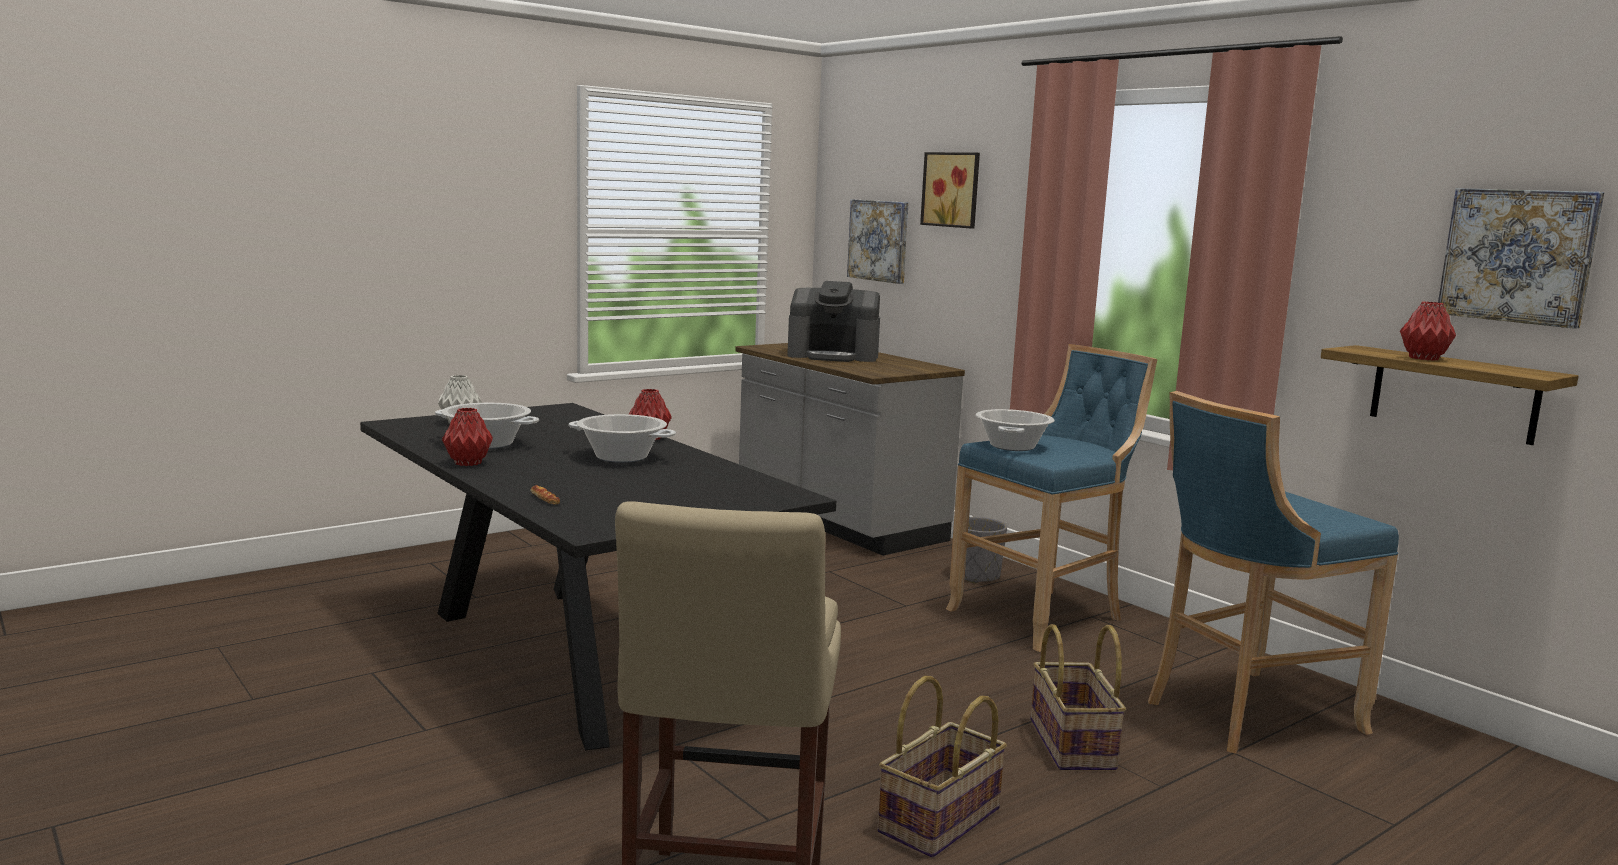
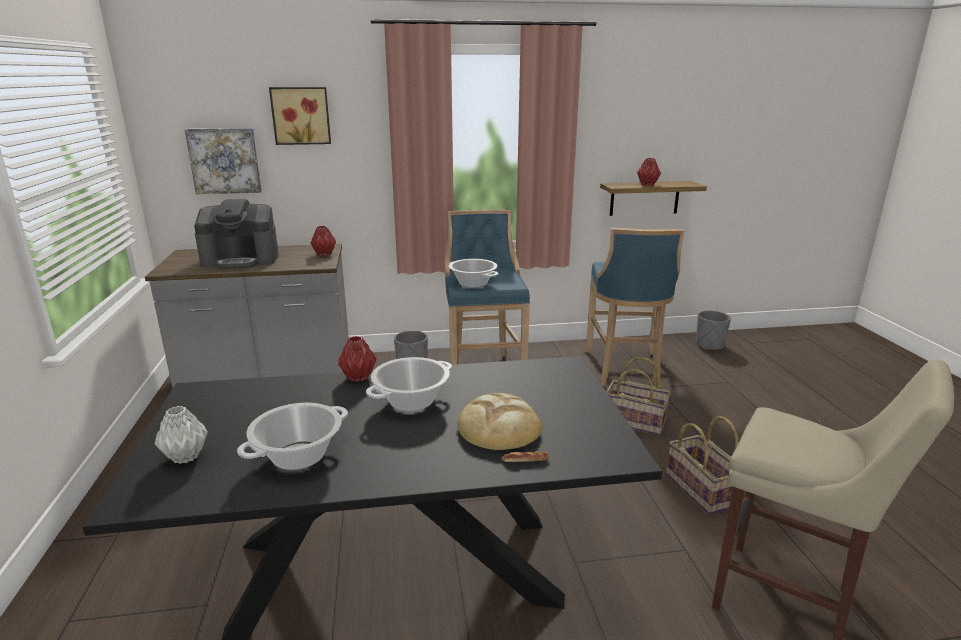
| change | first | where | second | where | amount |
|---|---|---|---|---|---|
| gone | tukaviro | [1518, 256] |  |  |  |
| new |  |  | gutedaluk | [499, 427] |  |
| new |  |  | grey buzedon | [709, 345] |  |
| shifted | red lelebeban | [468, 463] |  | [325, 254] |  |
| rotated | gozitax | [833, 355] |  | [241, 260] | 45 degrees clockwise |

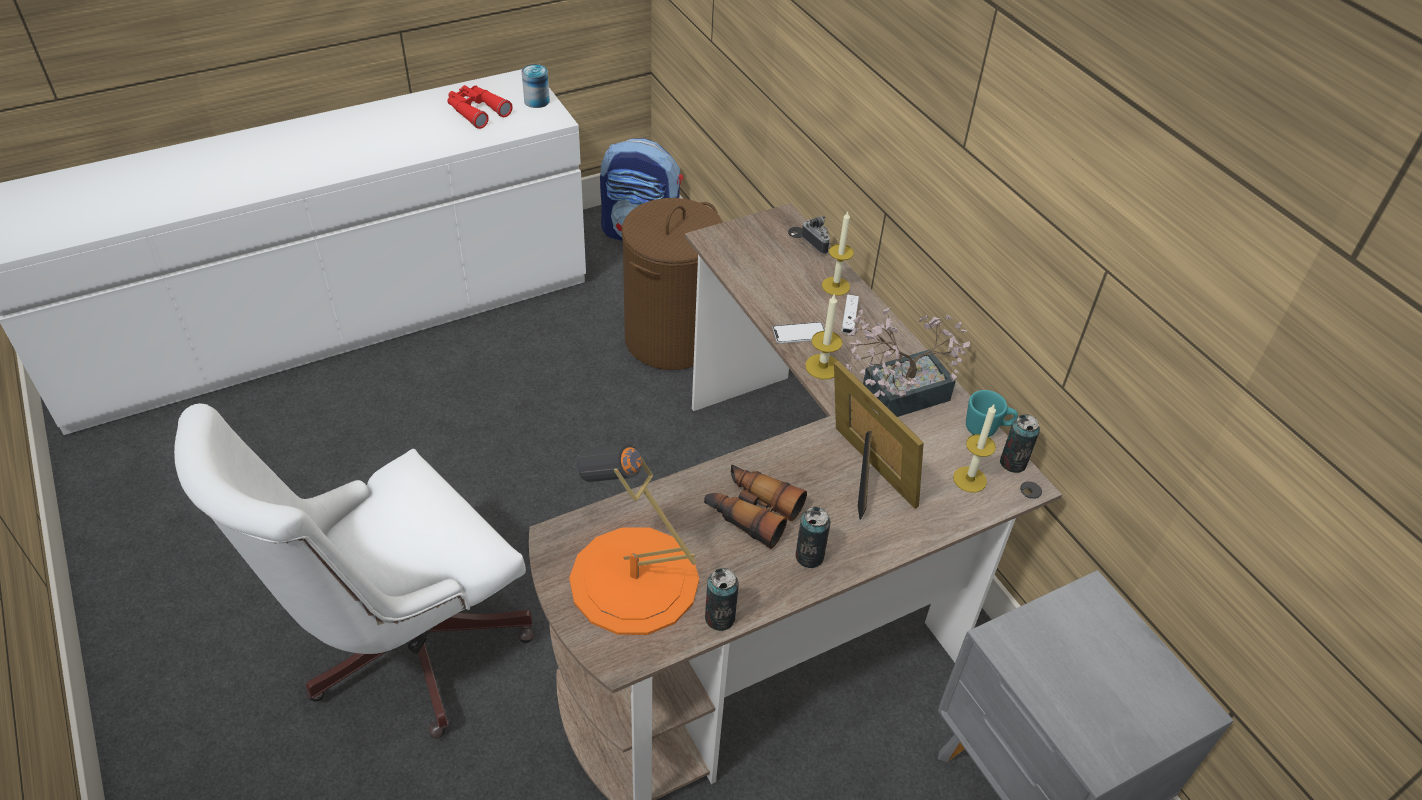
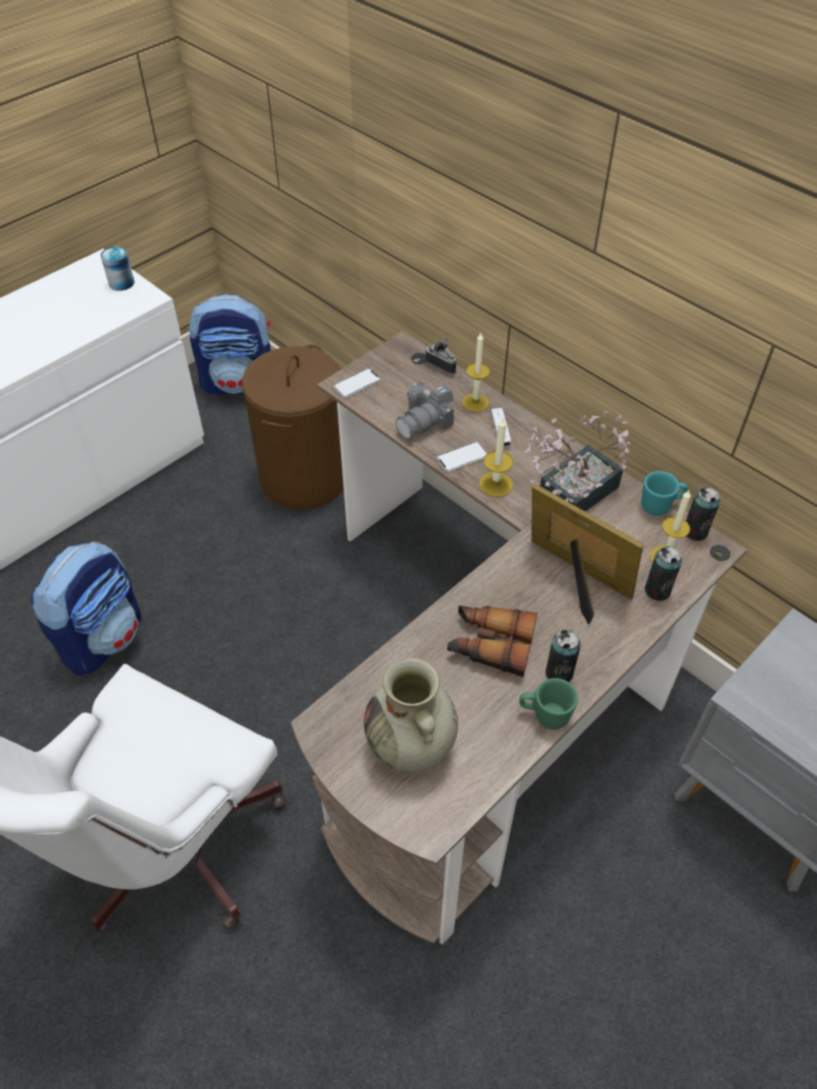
| change | first | where | second | where | amount |
|---|---|---|---|---|---|
| gone | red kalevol | [476, 111] |  |  |  |
| new |  |  | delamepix | [103, 637] |  |
| new |  |  | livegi | [357, 384] |  |
| new |  |  | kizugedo | [425, 422] |  |
| new |  |  | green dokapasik | [544, 715] |  |
| shifted | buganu | [720, 618] |  | [657, 590] |  |
| swapped | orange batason | [633, 580] | beige lelebeban | [411, 746] |  |

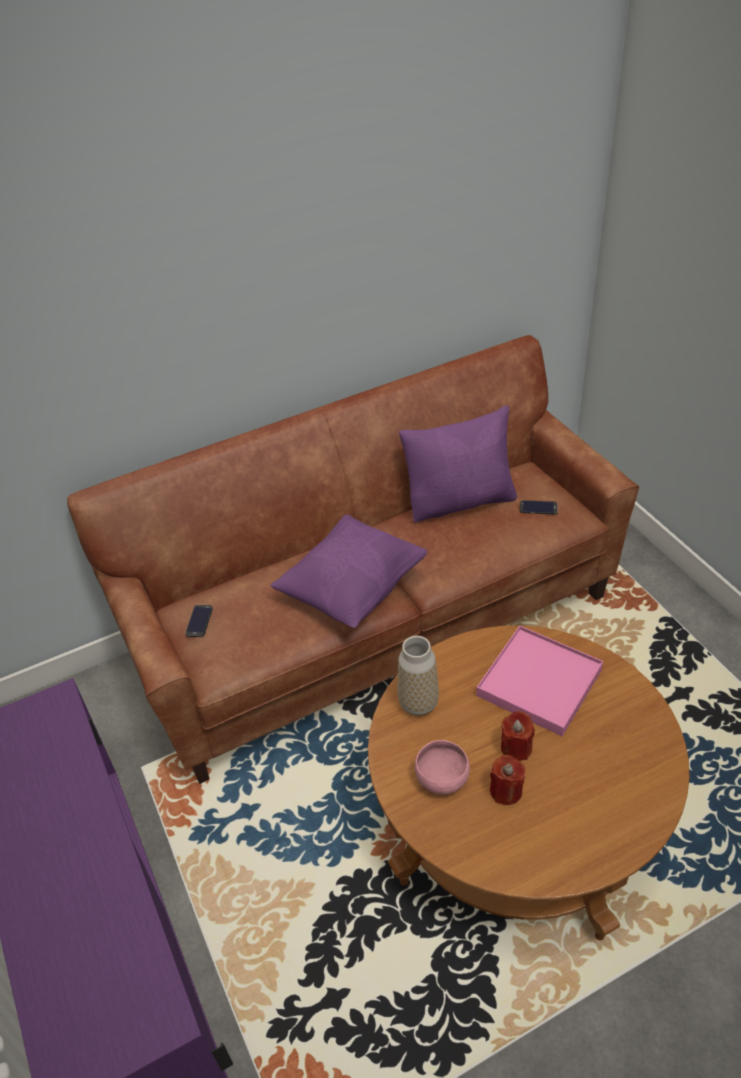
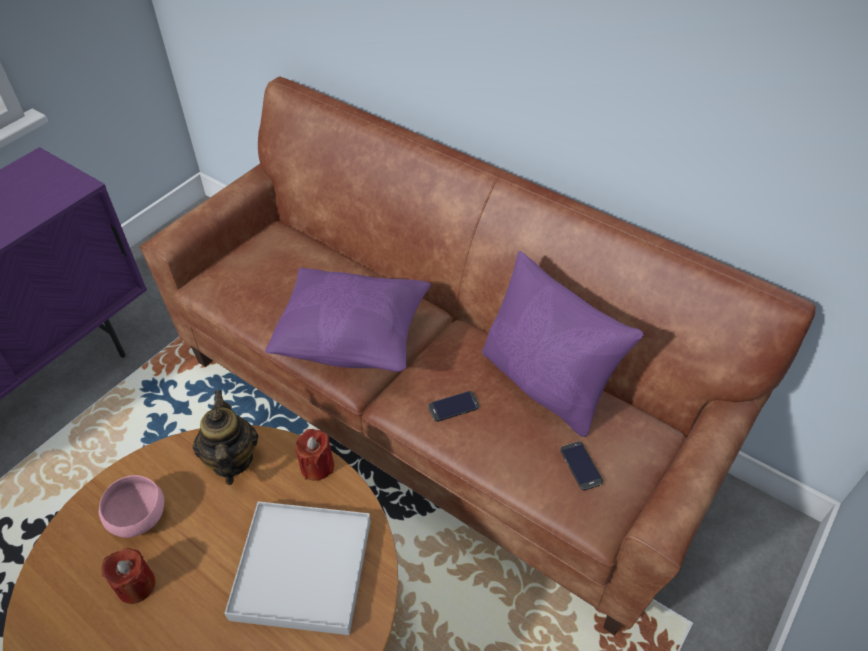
| change | first | where | second | where | amount |
|---|---|---|---|---|---|
| shifted | livegi | [199, 621] |  | [453, 406] |  |
| shifted | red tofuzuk | [516, 747] |  | [317, 466] |  |
| swapped | lelebeban | [418, 704] | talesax | [231, 460] |  |
| repainted | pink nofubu | [539, 682] | white nofubu | [303, 568] |  |

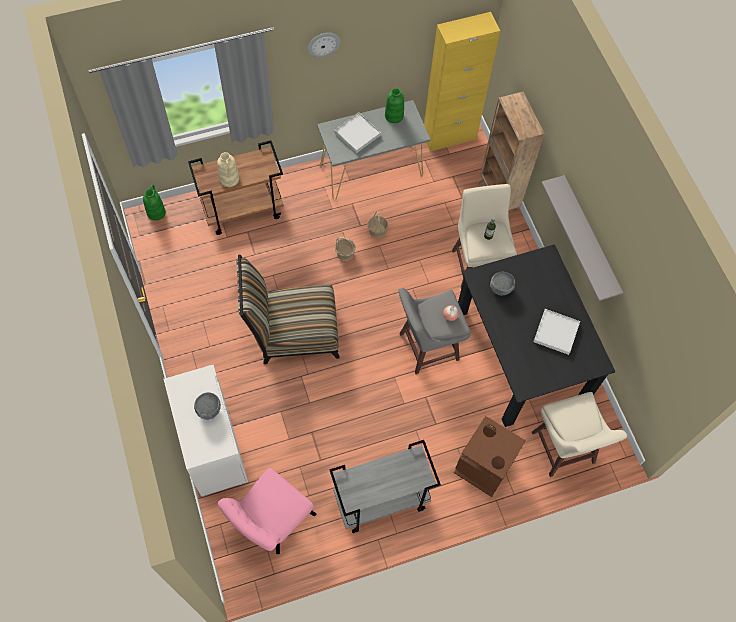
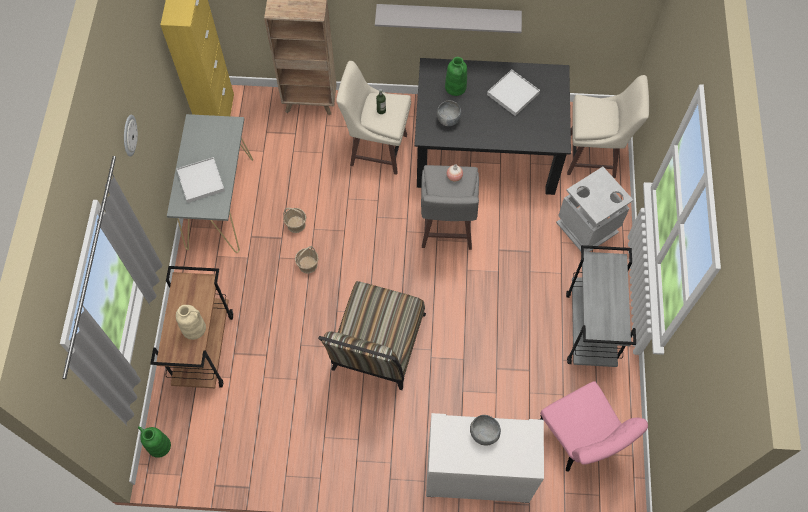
| change | first | where | second | where | amount |
|---|---|---|---|---|---|
| shifted | green lelebeban | [394, 116] |  | [456, 87] |  |
| repainted | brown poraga | [483, 466] | grey poraga | [586, 227] |  |

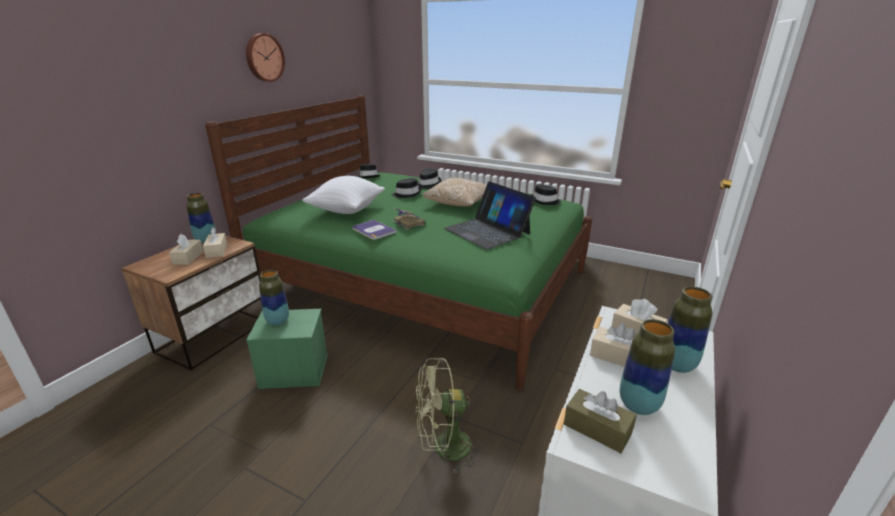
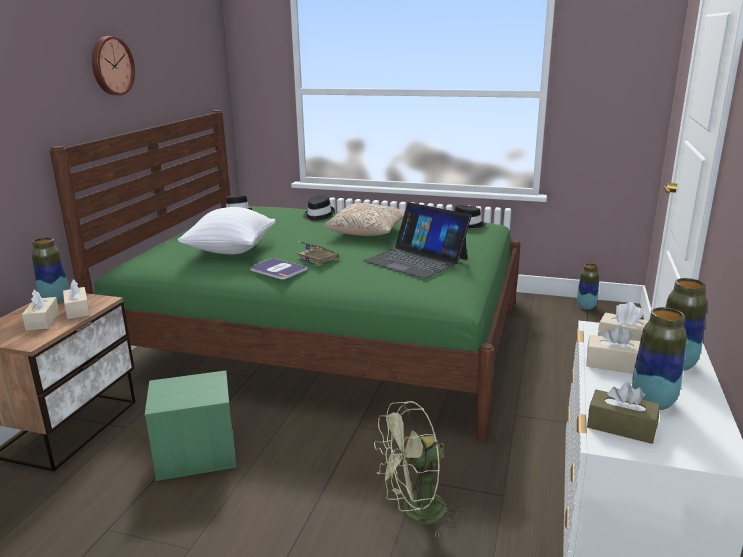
| change | first | where | second | where | amount |
|---|---|---|---|---|---|
| gone | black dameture | [407, 194] |  |  |  |
| shifted | lelebeban | [278, 321] |  | [586, 307] |  |

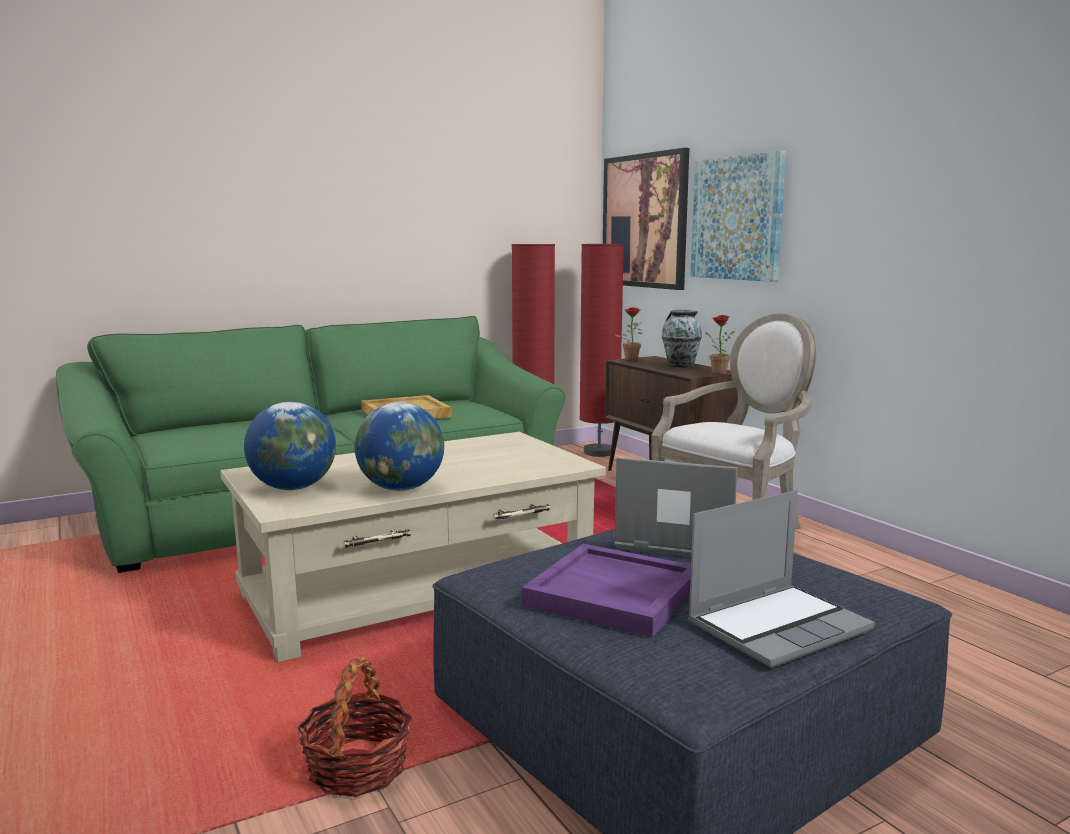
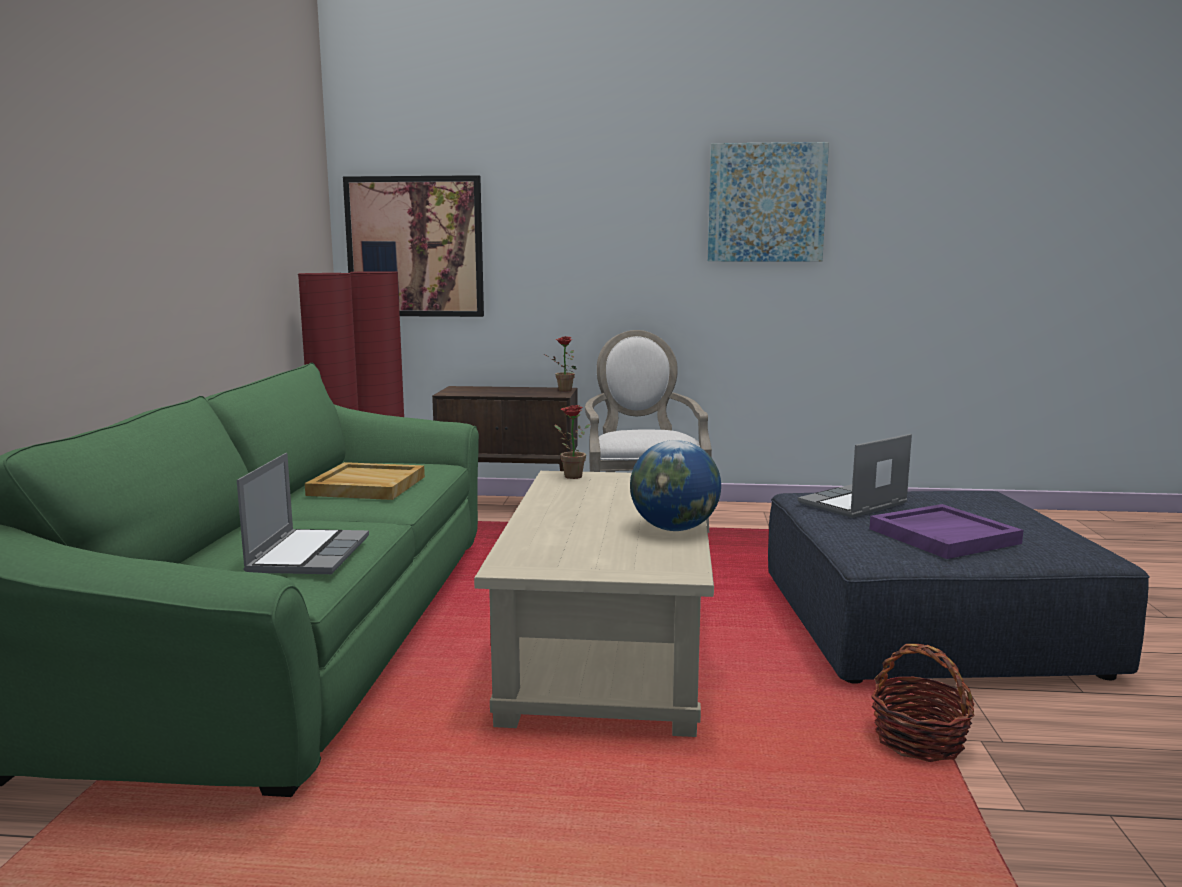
| change | first | where | second | where | amount |
|---|---|---|---|---|---|
| gone | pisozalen | [293, 488] |  |  |  |
| gone | lelebeban | [680, 365] |  |  |  |
| shifted | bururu | [630, 359] |  | [569, 476] |  |
| shifted | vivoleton | [778, 626] |  | [308, 554] |  |
| shifted | tukaviro | [737, 218] |  | [766, 203] |  |

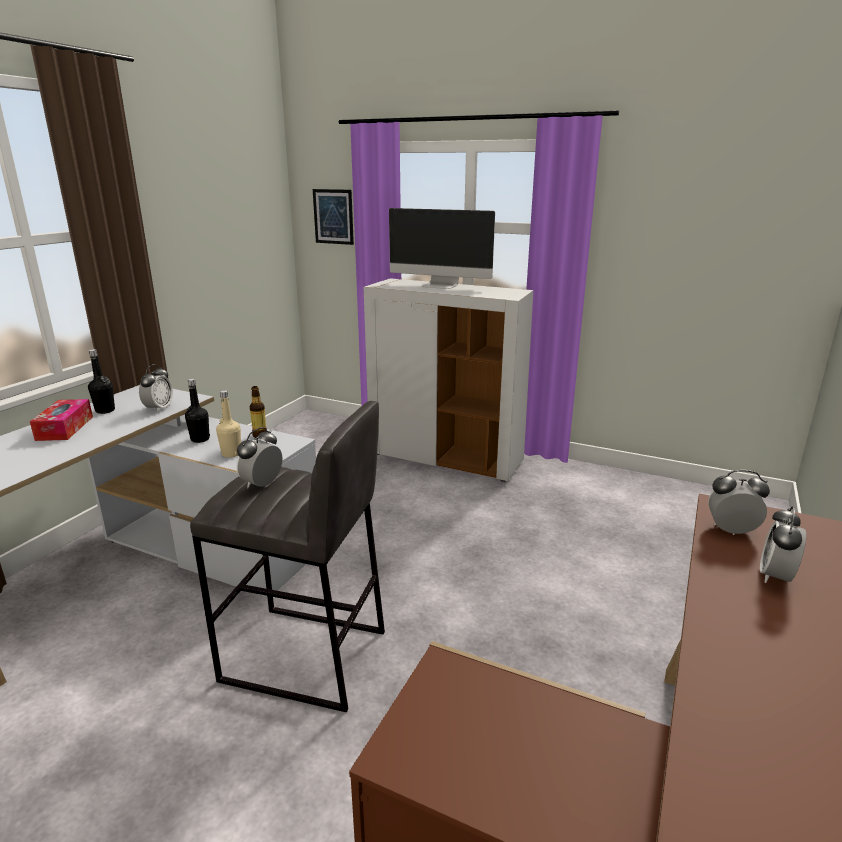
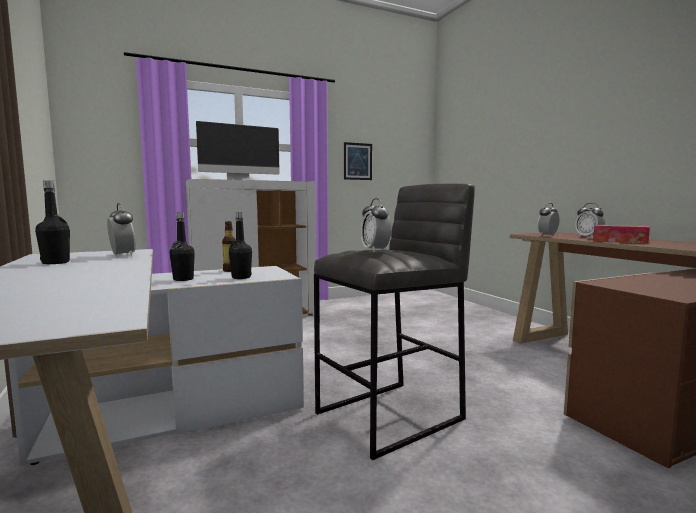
| change | first | where | second | where | amount |
|---|---|---|---|---|---|
| shifted | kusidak | [65, 428] |  | [620, 241] |  |
| shifted | tukaviro | [333, 216] |  | [357, 161] |  |
| repainted | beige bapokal | [231, 454] | black bapokal | [241, 277] |  |

